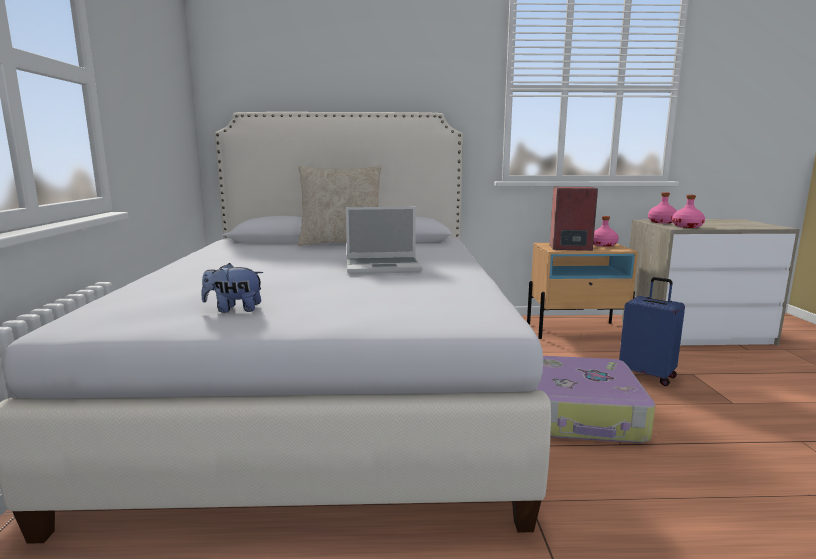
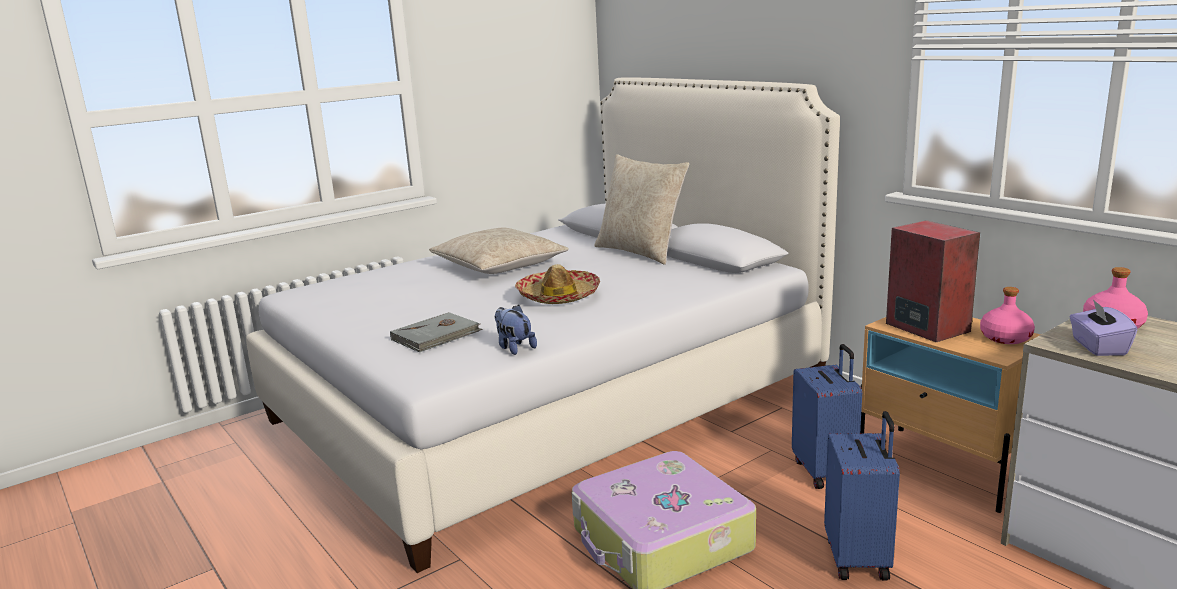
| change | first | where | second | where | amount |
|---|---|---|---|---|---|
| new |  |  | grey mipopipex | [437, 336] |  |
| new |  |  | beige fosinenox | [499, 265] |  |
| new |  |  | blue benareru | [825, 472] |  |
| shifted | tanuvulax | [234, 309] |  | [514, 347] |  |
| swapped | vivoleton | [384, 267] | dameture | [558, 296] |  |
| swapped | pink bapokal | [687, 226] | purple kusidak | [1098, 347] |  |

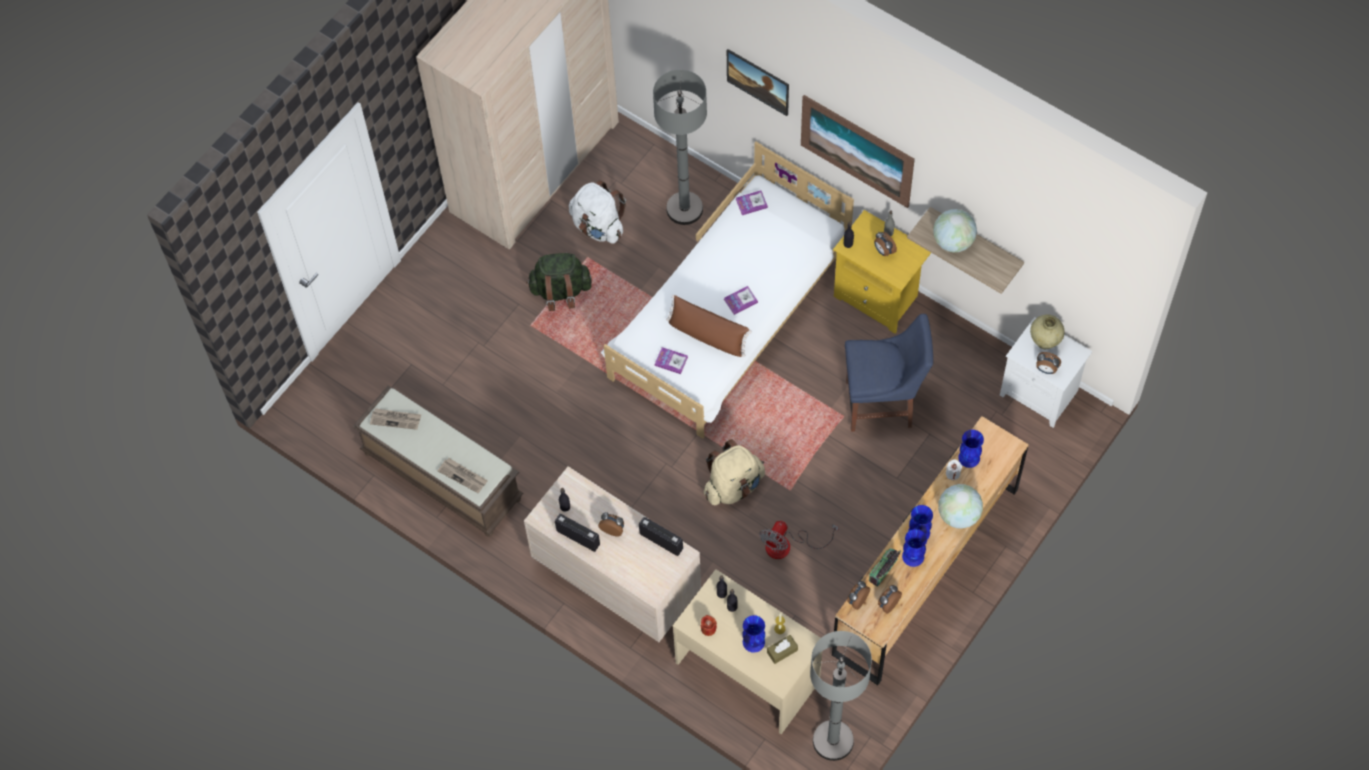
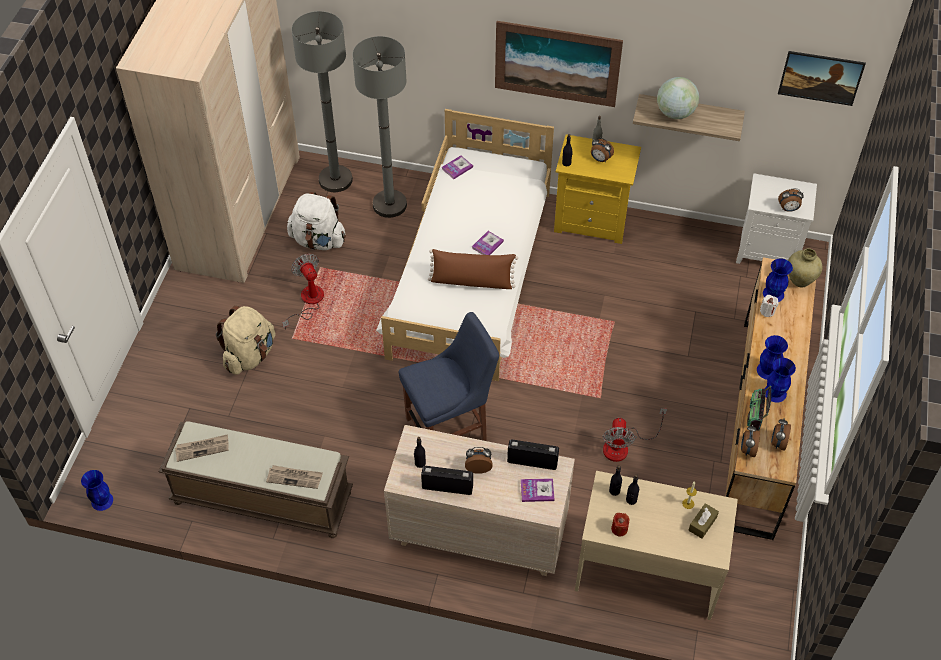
| change | first | where | second | where | amount |
|---|---|---|---|---|---|
| gone | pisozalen | [958, 515] |  |  |  |
| shifted | mipopipex | [671, 361] |  | [537, 490] |  |
| shifted | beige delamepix | [733, 486] |  | [250, 355] |  |
| shifted | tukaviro | [758, 89] |  | [817, 88] |  |
| shifted | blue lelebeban | [753, 641] |  | [101, 501] |  |
| shifted | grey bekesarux | [833, 741] |  | [335, 180] |  |
| shifted | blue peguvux | [883, 404] |  | [450, 428] |  |
| shifted | beige lelebeban | [1044, 341] |  | [800, 280] |  |
| swapped | green delamepix | [560, 291] | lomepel | [308, 302] |  |

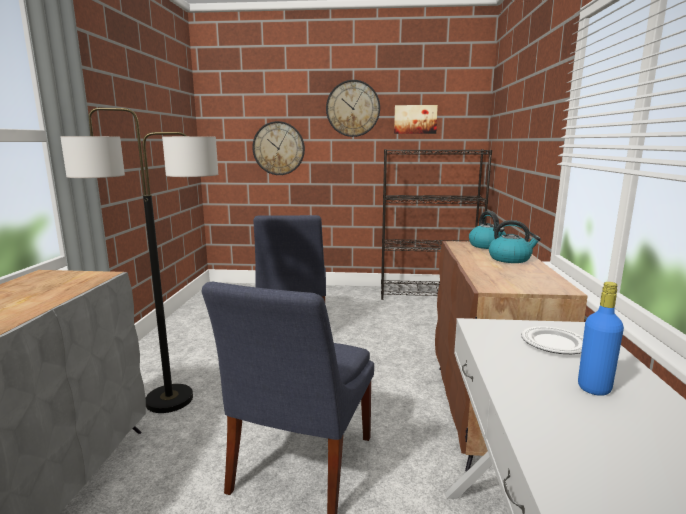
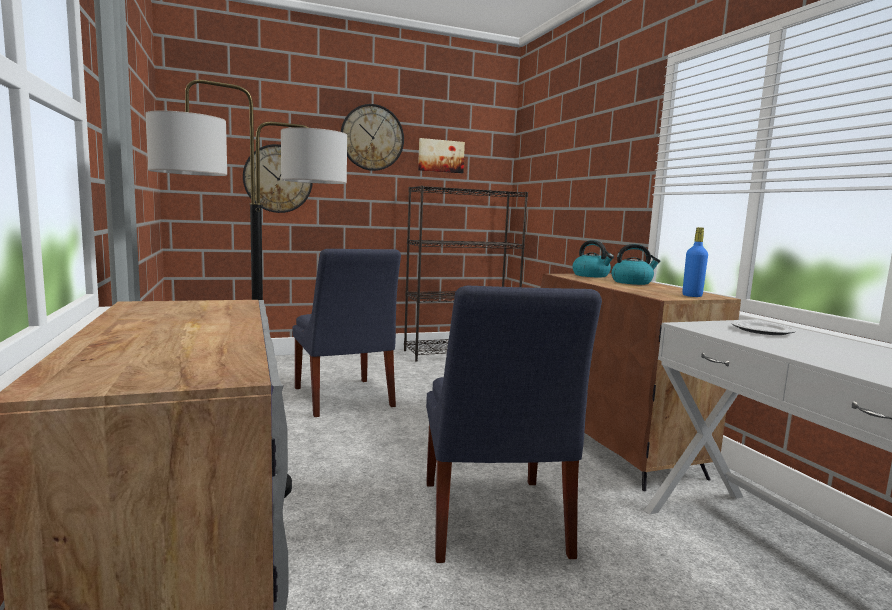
| change | first | where | second | where | amount |
|---|---|---|---|---|---|
| shifted | blue bapokal | [594, 388] |  | [692, 296] |  |

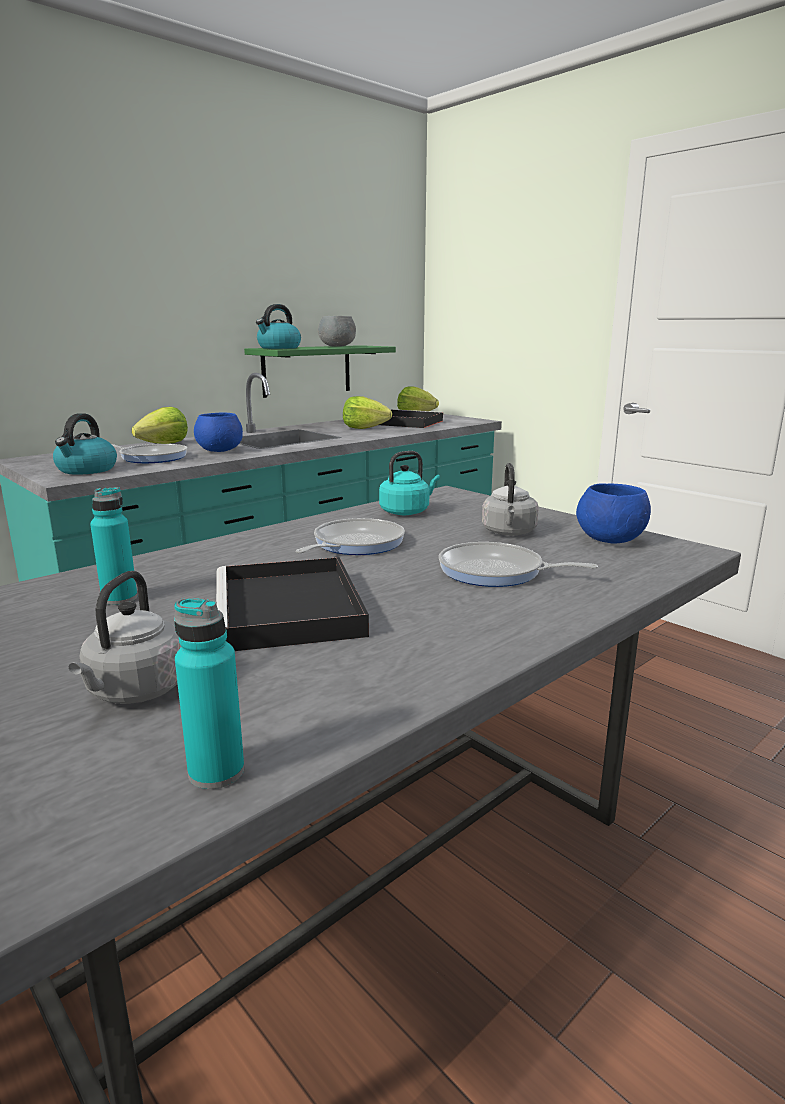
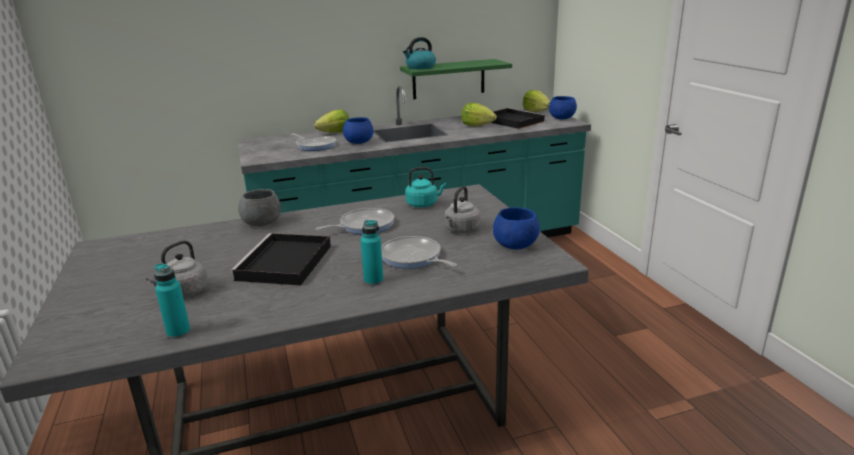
| change | first | where | second | where | amount |
|---|---|---|---|---|---|
| gone | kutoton | [86, 470] |  |  |  |
| new |  |  | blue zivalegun | [561, 118] |  |
| shifted | turquoise bapokal | [119, 598] |  | [373, 281] |  |
| shifted | grey zivalegun | [337, 346] |  | [262, 223] |  |

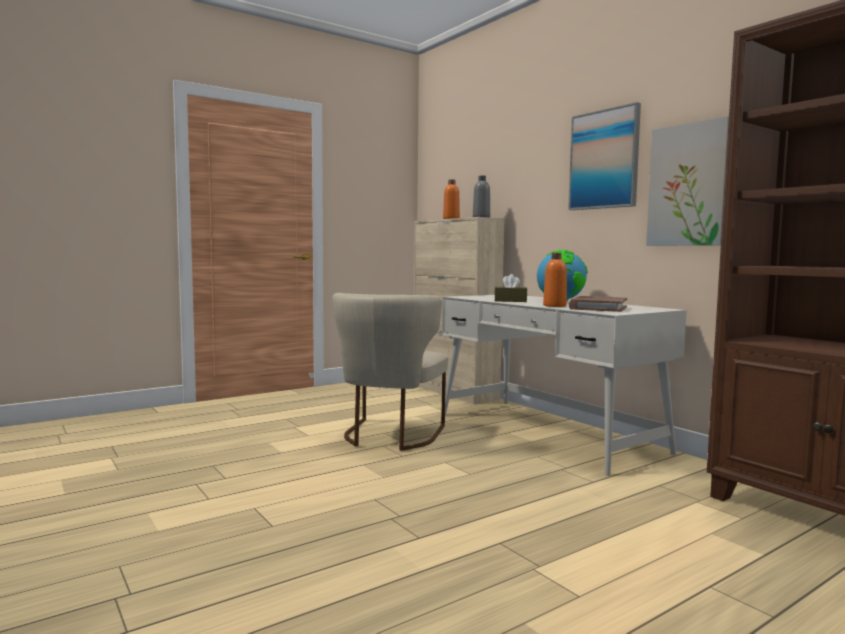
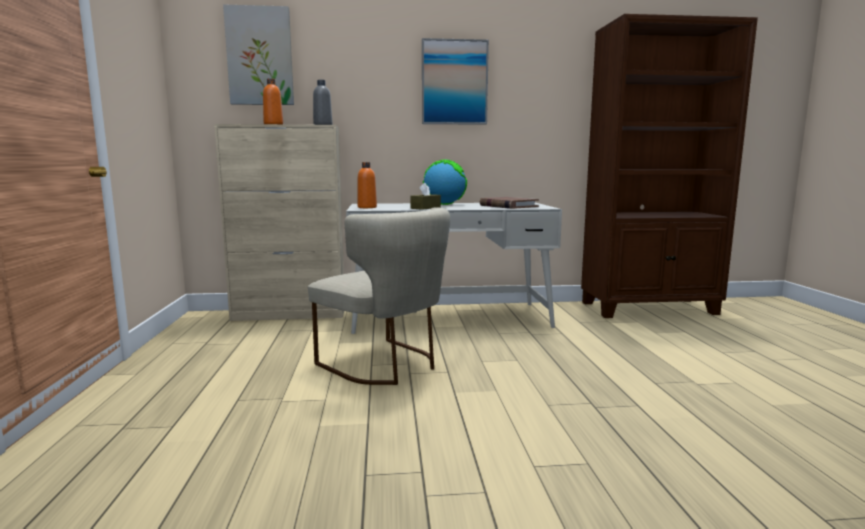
| change | first | where | second | where | amount |
|---|---|---|---|---|---|
| shifted | orange bapokal | [554, 306] |  | [367, 207] |  |
| shifted | tukaviro | [688, 185] |  | [260, 56] |  |

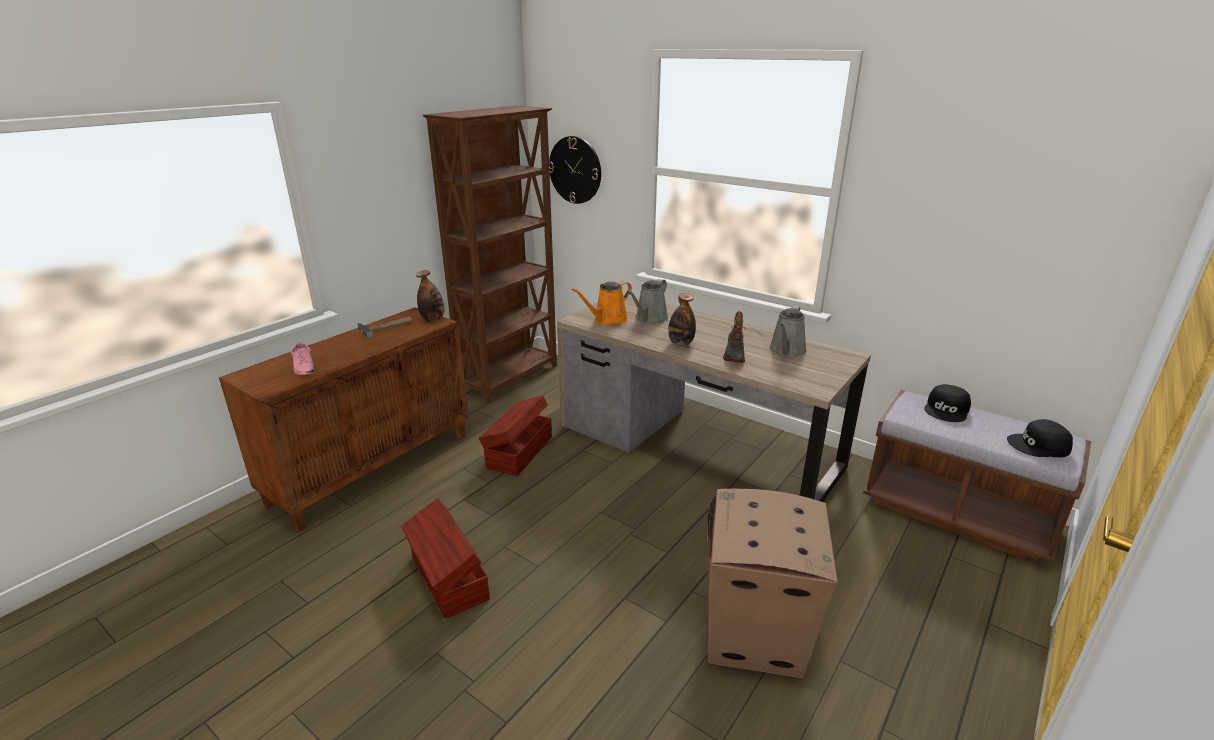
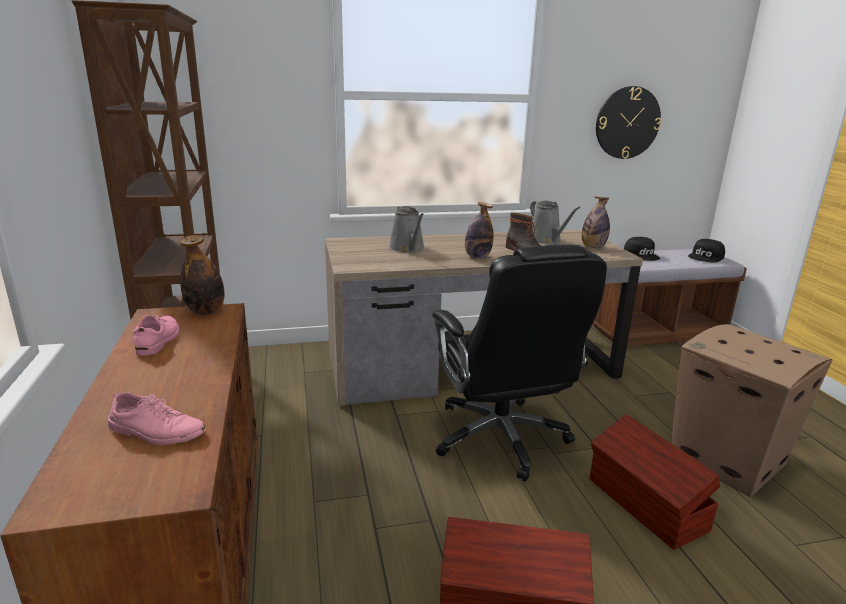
| change | first | where | second | where | amount |
|---|---|---|---|---|---|
| gone | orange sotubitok | [608, 320] |  |  |  |
| new |  |  | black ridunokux | [501, 438] |  |
| new |  |  | bapokal | [593, 247] |  |
| shifted | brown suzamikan | [518, 452] |  | [645, 505] |  |
| shifted | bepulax | [575, 170] |  | [627, 123] |  |
| swapped | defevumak | [386, 327] | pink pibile | [158, 340] |  |

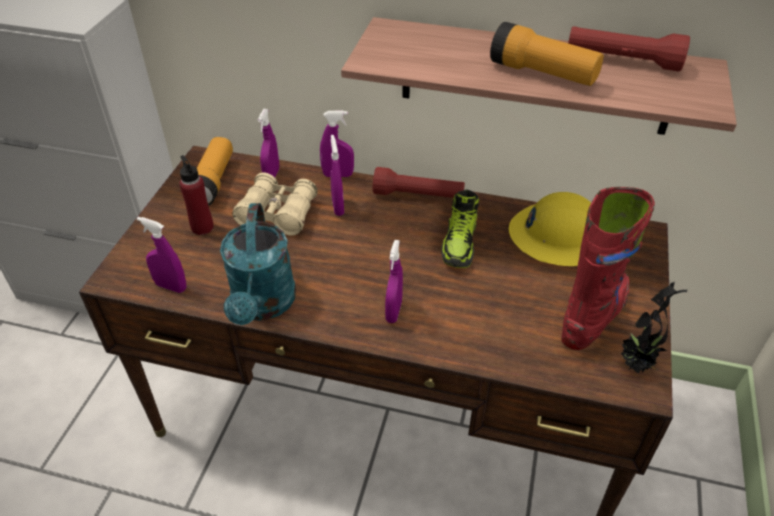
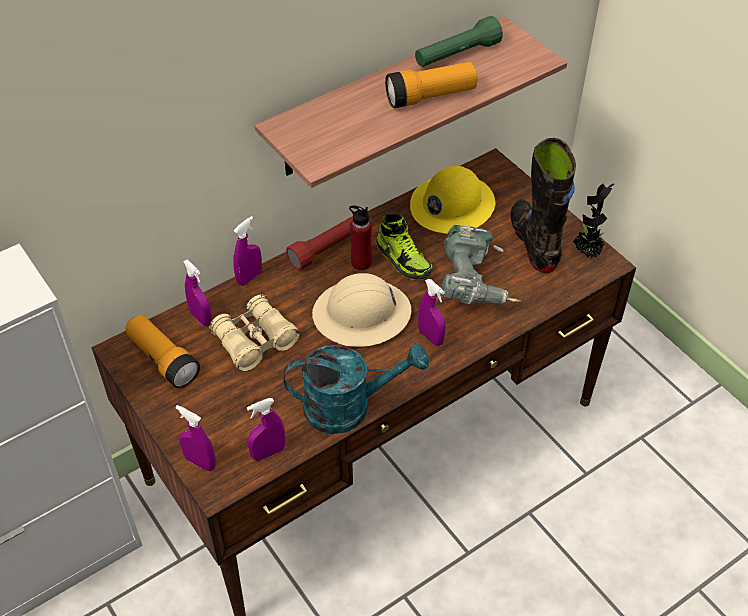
| change | first | where | second | where | amount |
|---|---|---|---|---|---|
| new |  |  | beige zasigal | [362, 315] |  |
| new |  |  | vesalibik | [476, 283] |  |
| shifted | red bapokal | [202, 227] |  | [361, 262] |  |
| shifted | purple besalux | [338, 207] |  | [200, 462] |  |
| repainted | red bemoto | [593, 316] | black bemoto | [534, 242] |  |
| repainted | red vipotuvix | [622, 61] | green vipotuvix | [456, 55] |  |
| rotated | turquoise sotubitok | [263, 305] |  | [349, 406] | 45 degrees counterclockwise |

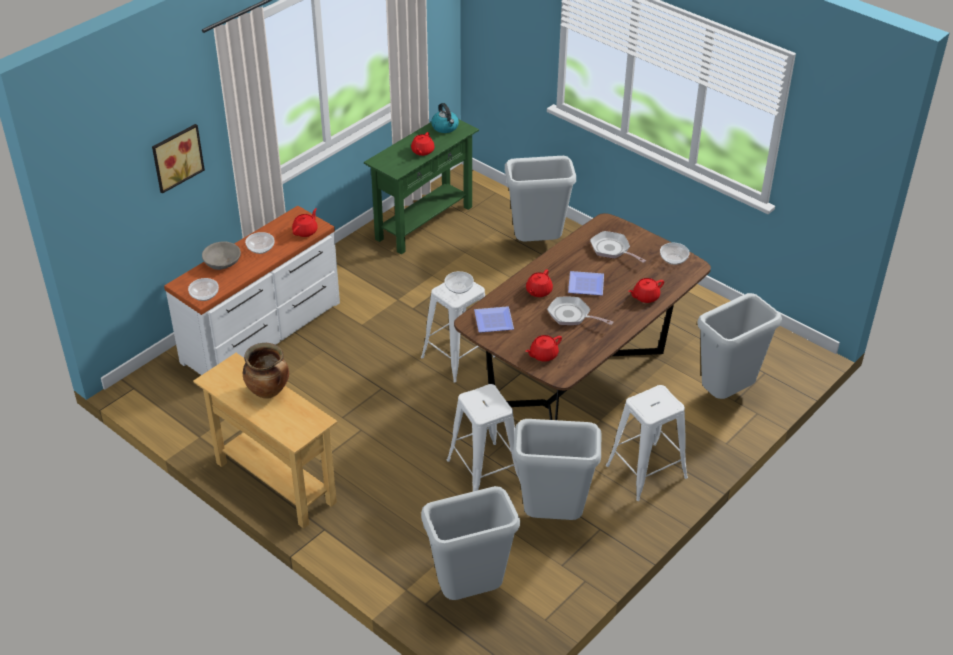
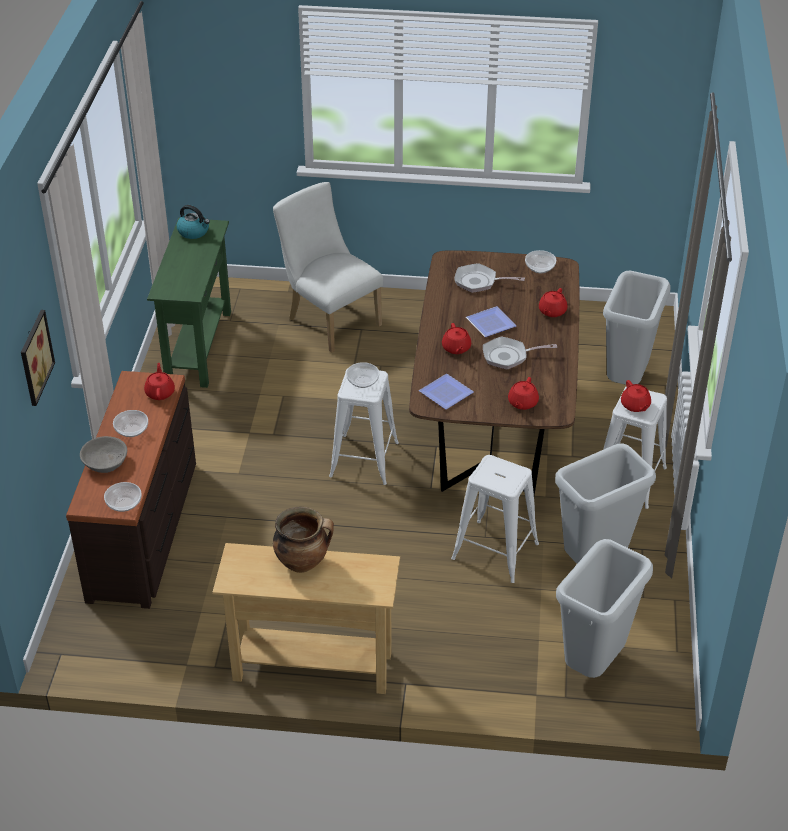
| change | first | where | second | where | amount |
|---|---|---|---|---|---|
| shifted | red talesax | [422, 151] |  | [635, 405] |  |
| swapped | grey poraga | [537, 243] | white peguvux | [329, 320] |  |
| repainted | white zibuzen | [263, 333] | brown zibuzen | [145, 529] |  |

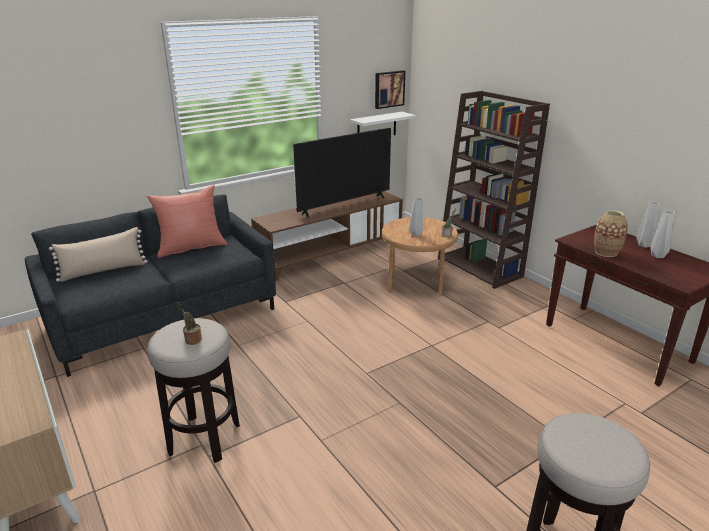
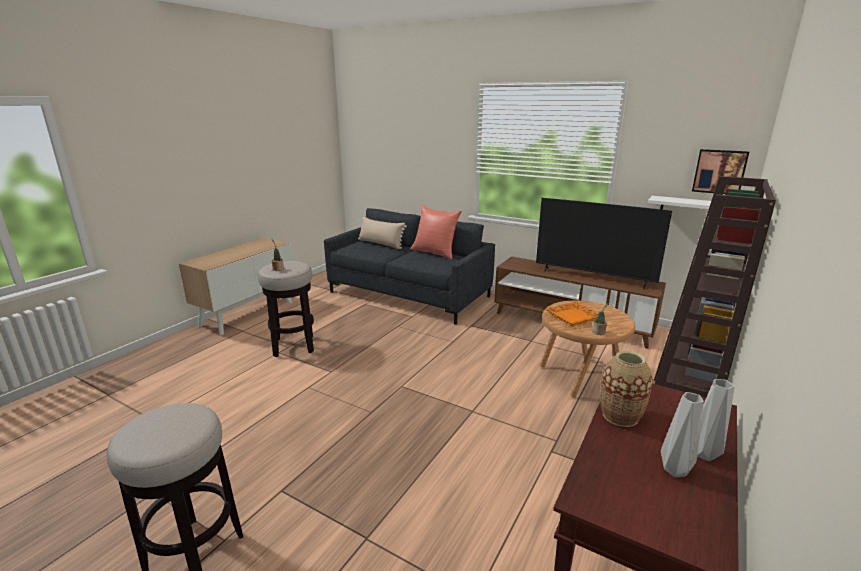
| change | first | where | second | where | amount |
|---|---|---|---|---|---|
| swapped | grey lelebeban | [415, 234] | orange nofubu | [574, 317] |  |

